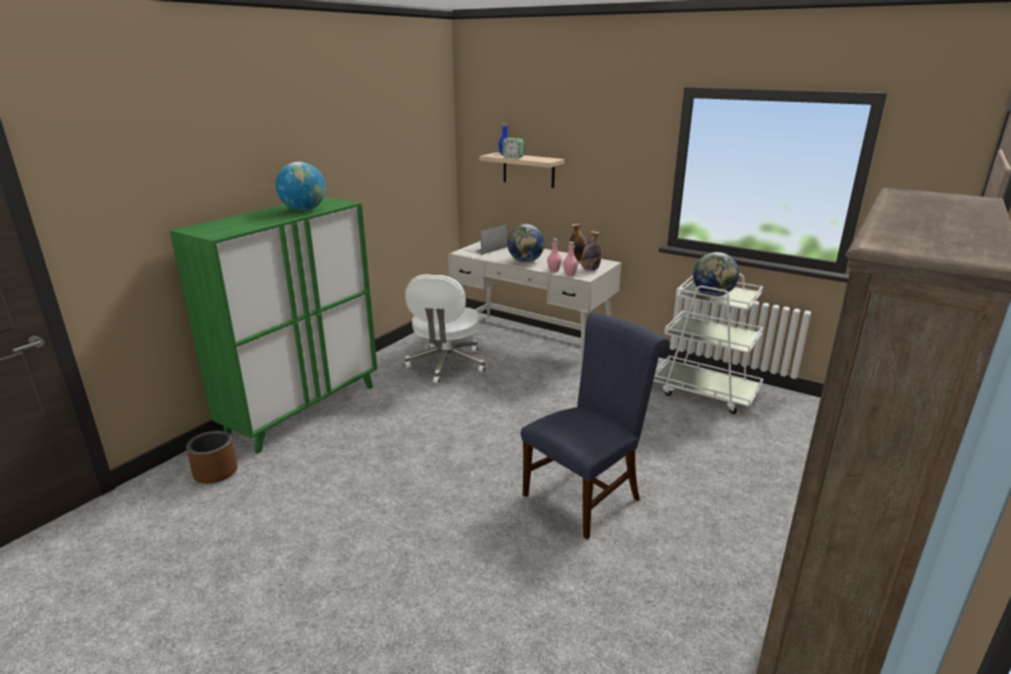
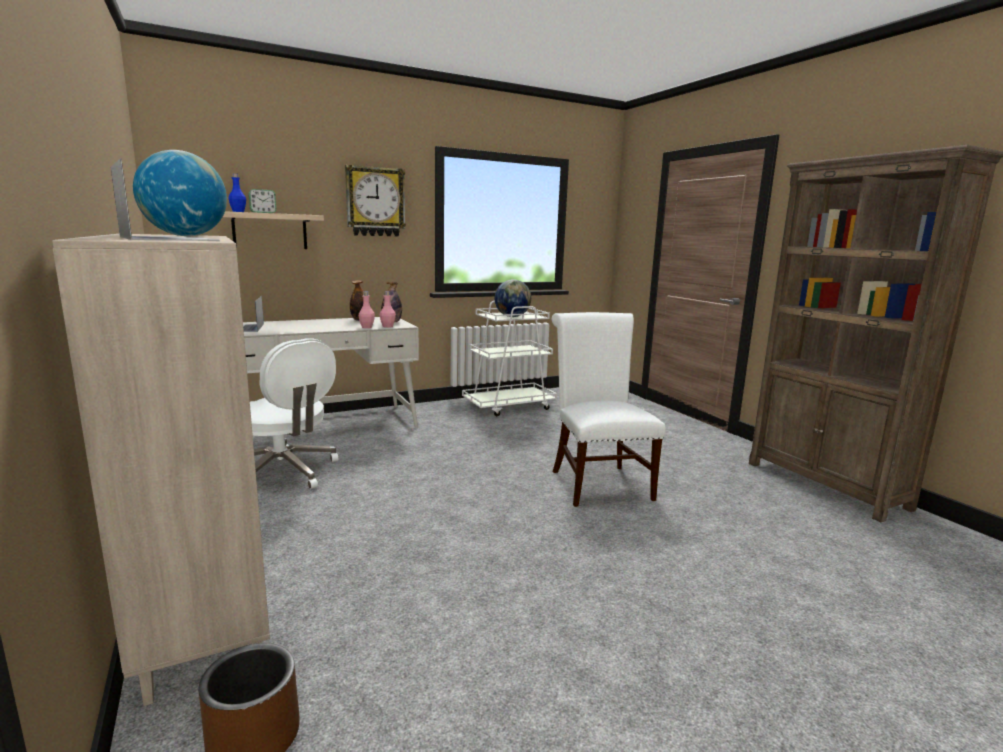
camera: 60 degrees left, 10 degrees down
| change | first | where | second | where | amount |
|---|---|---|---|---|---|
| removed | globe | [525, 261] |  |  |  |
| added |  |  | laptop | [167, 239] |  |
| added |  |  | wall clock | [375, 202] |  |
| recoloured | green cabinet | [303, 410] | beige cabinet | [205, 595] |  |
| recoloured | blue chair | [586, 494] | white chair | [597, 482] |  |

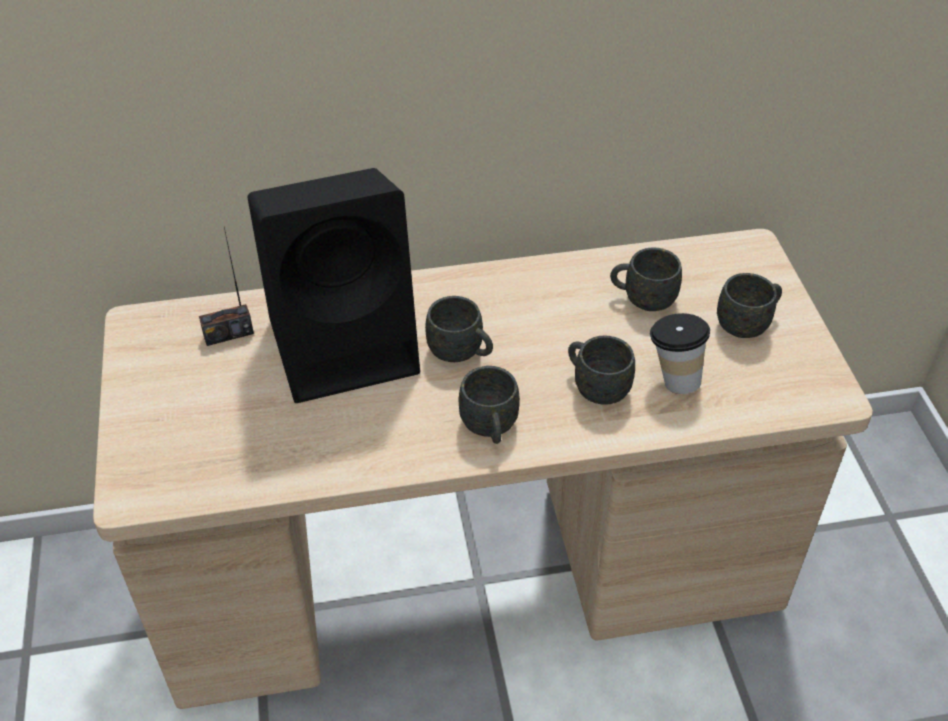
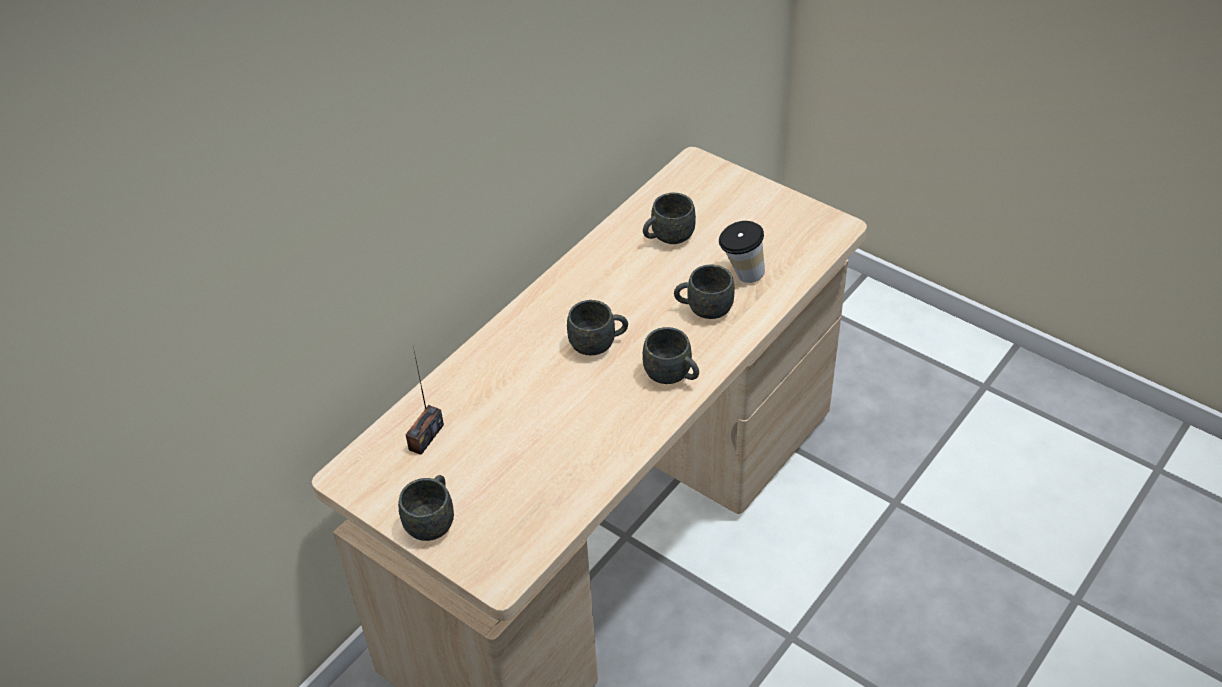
camera: 40 degrees left, 0 degrees up
| change | first | where | second | where | amount |
|---|---|---|---|---|---|
| removed | black speaker | [347, 344] |  |  |  |
| moved | grey mug | [747, 324] |  | [432, 520] |  |

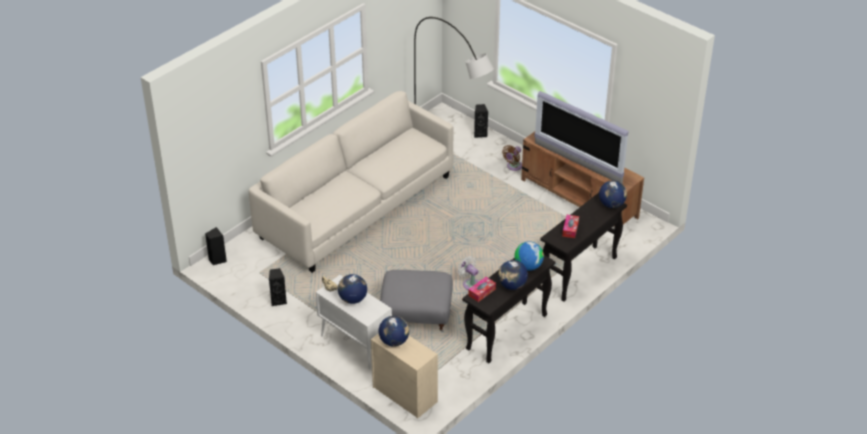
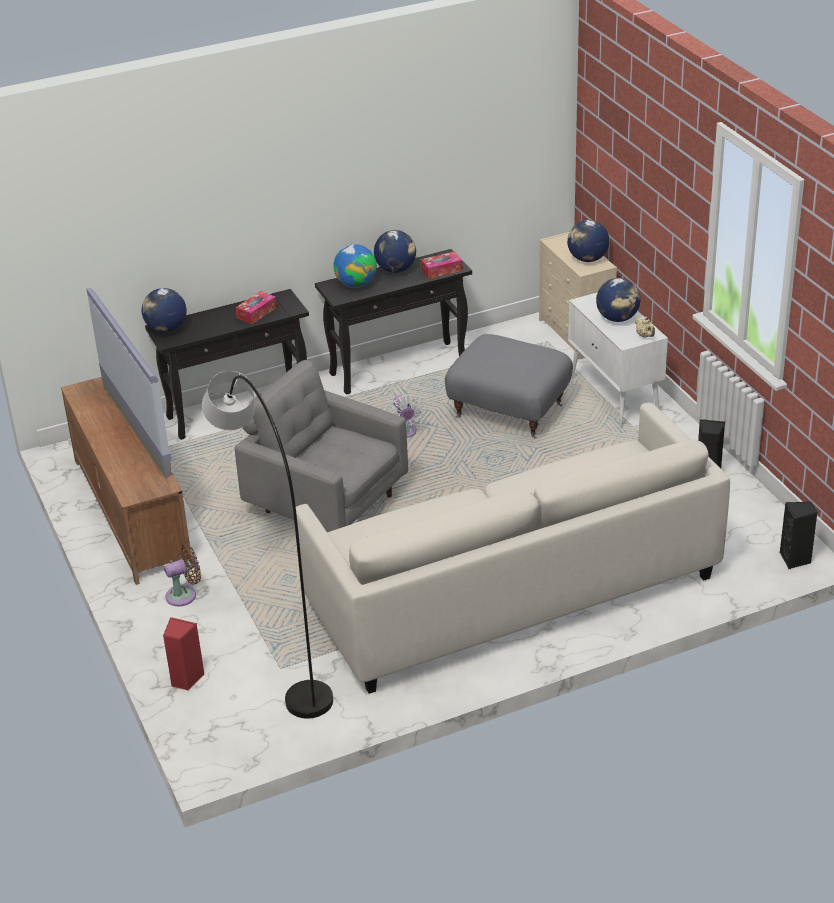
camera: 155 degrees left, 5 degrees down
| change | first | where | second | where | amount |
|---|---|---|---|---|---|
| added |  |  | grey armchair | [326, 502] |  |
| recoloured | black speaker | [480, 134] | red speaker | [185, 679] |  |

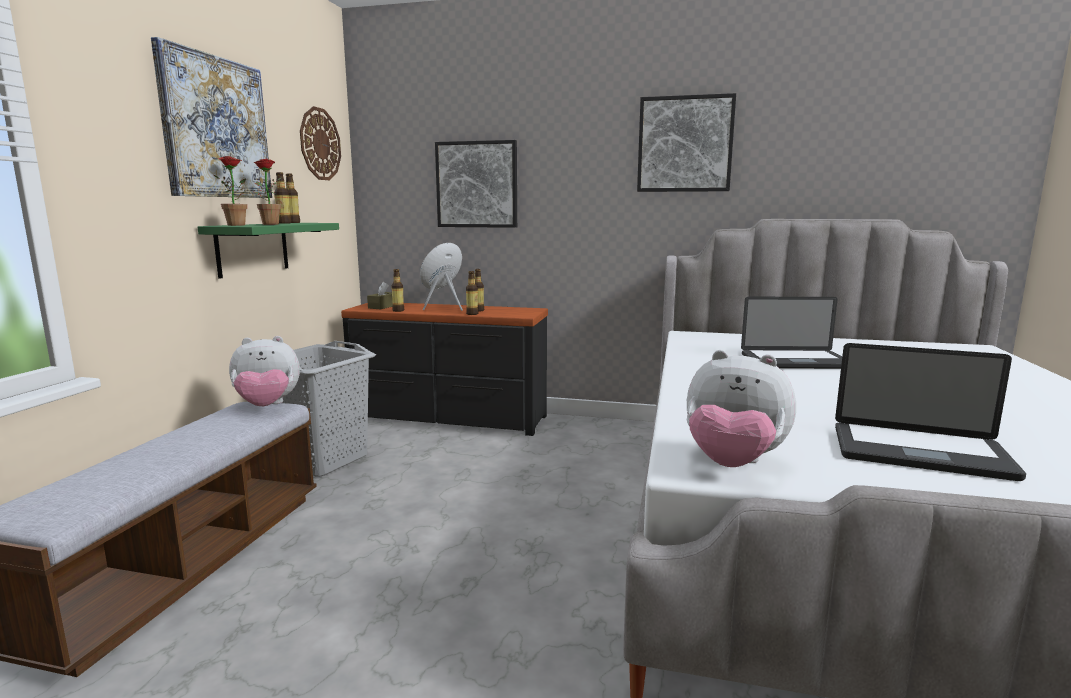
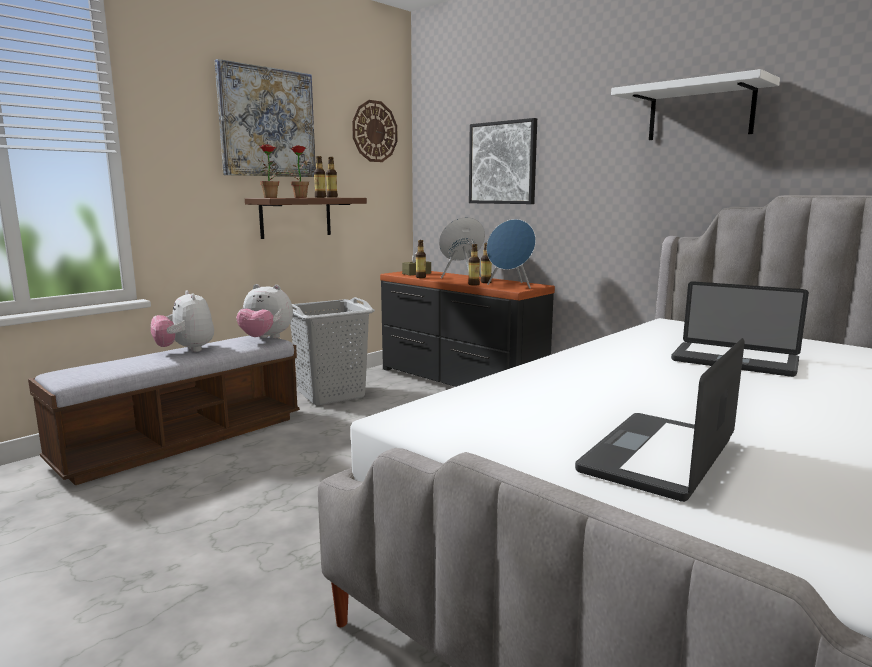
camera: 30 degrees right, 0 degrees up
| change | first | where | second | where | amount |
|---|---|---|---|---|---|
| added |  |  | blue speaker | [510, 286] |  |
| moved | plush toy | [733, 463] |  | [186, 350] |  |
| replaced | picture | [685, 144] | white shelf | [700, 112] |  |
| recoloured | green shelf | [252, 248] | brown shelf | [296, 217] |  |
| turned | laptop | [919, 453] |  | [658, 456] | 75 degrees clockwise |

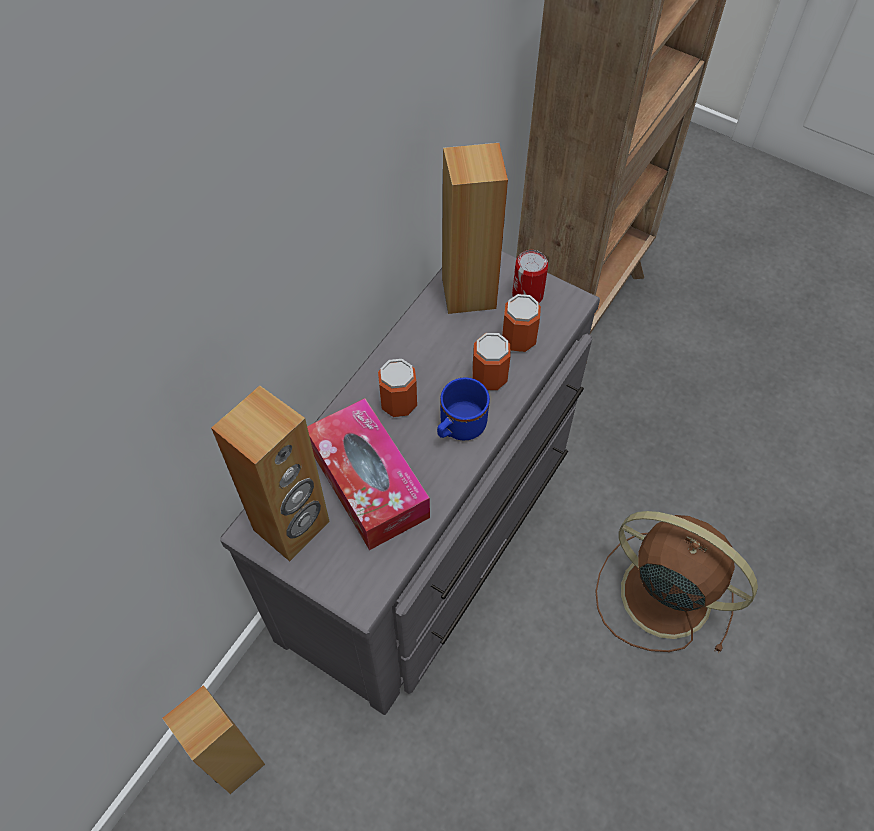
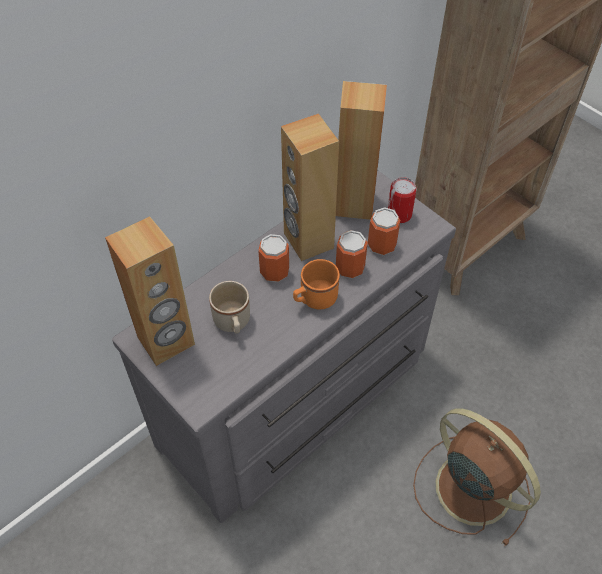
camera: 15 degrees right, 5 degrees down
| change | first | where | second | where | amount |
|---|---|---|---|---|---|
| moved | brown speaker | [233, 761] |  | [308, 241] |  |
| replaced | tissue box | [368, 482] | beige mug | [233, 323] |  |
| recoloured | blue mug | [458, 428] | orange mug | [314, 299] |  |

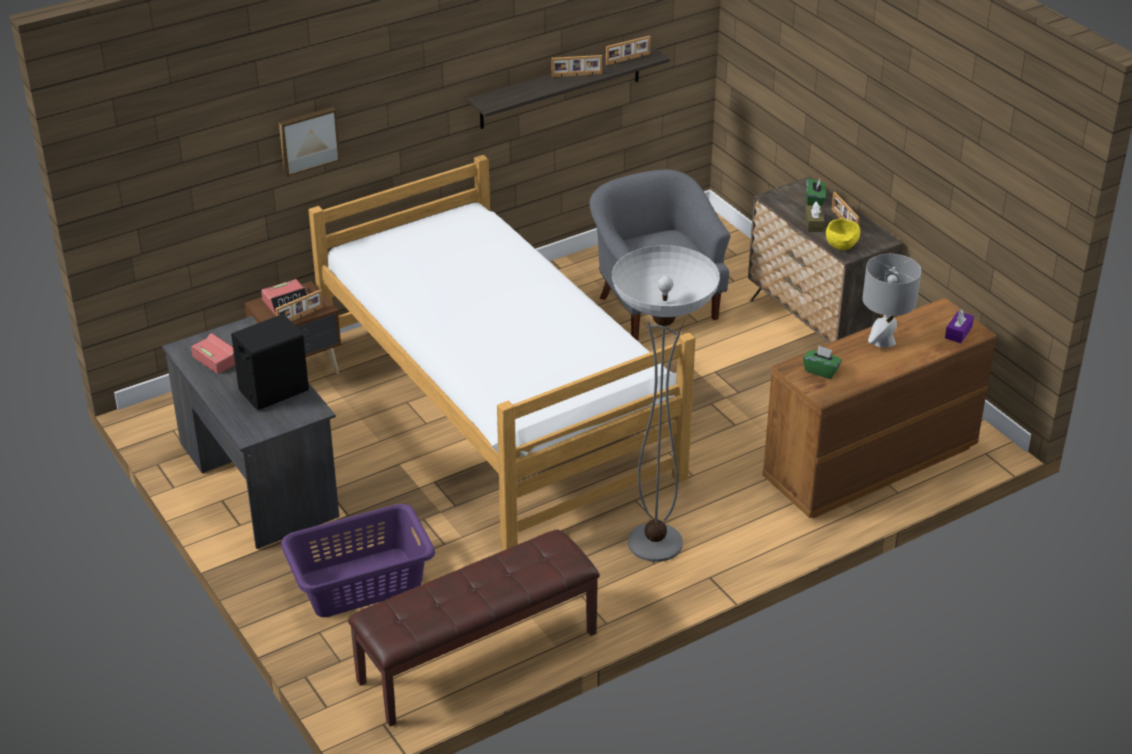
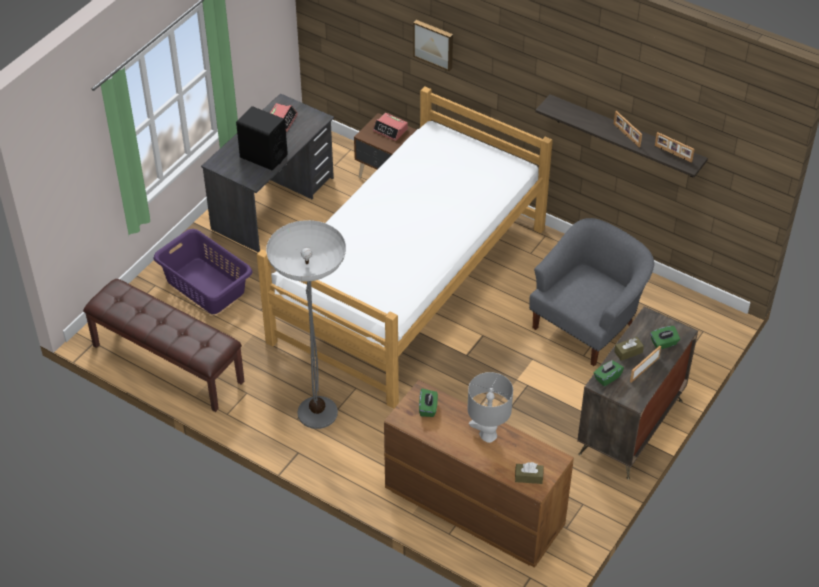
camera: 65 degrees right, 10 degrees up
| change | first | where | second | where | amount |
|---|---|---|---|---|---|
| removed | picture frame | [301, 317] |  |  |  |
| replaced | yellow bowl | [842, 247] | green tissue box | [607, 377] |  |
| recoloured | purple tissue box | [958, 332] | brown tissue box | [528, 477] |  |

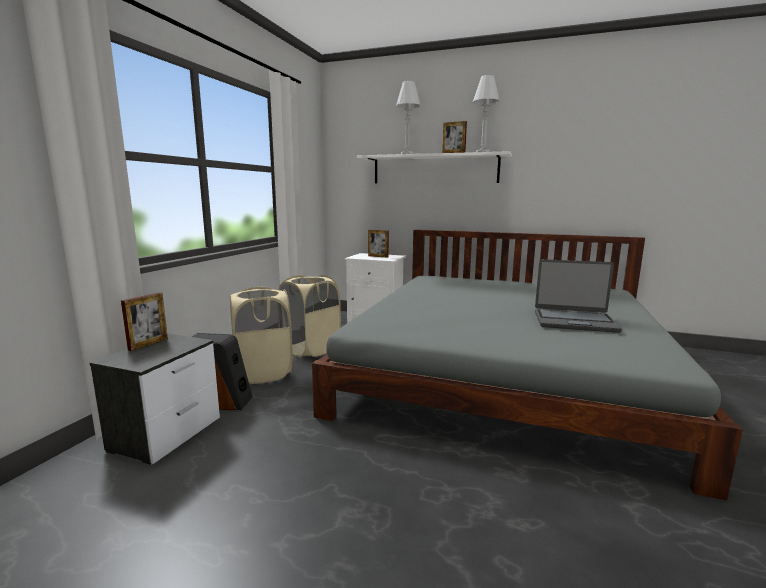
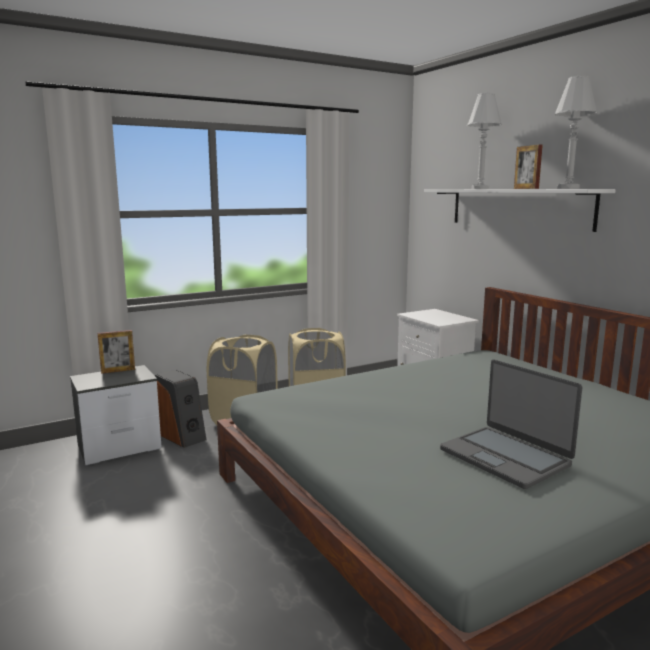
camera: 40 degrees right, 0 degrees up
| change | first | where | second | where | amount |
|---|---|---|---|---|---|
| removed | picture frame | [378, 256] |  |  |  |

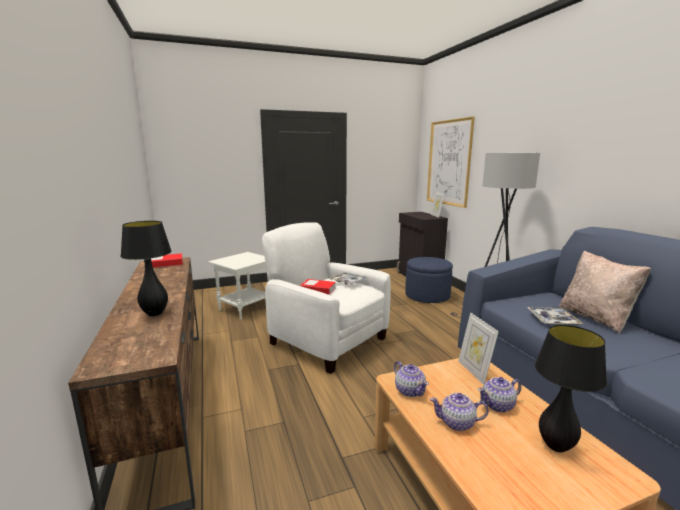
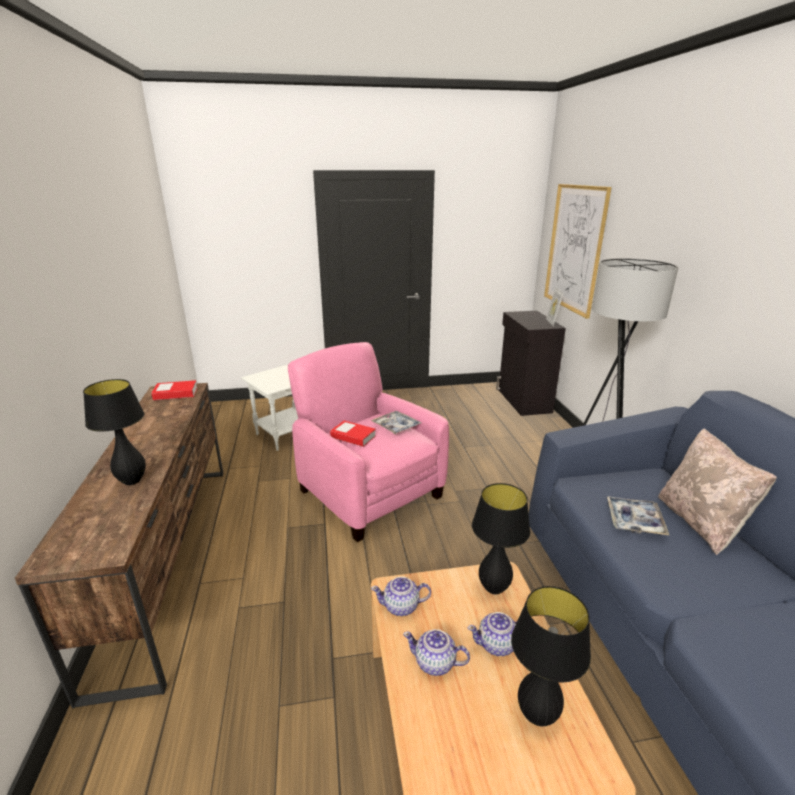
camera: 10 degrees right, 10 degrees up
| change | first | where | second | where | amount |
|---|---|---|---|---|---|
| removed | blue ottoman | [427, 296] |  |  |  |
| replaced | picture frame | [474, 371] | black table lamp | [494, 588] |  |
| recoloured | white armchair | [327, 340] | pink armchair | [369, 492] |  |
| turned | teapot | [409, 390] |  | [401, 606] | 105 degrees clockwise |

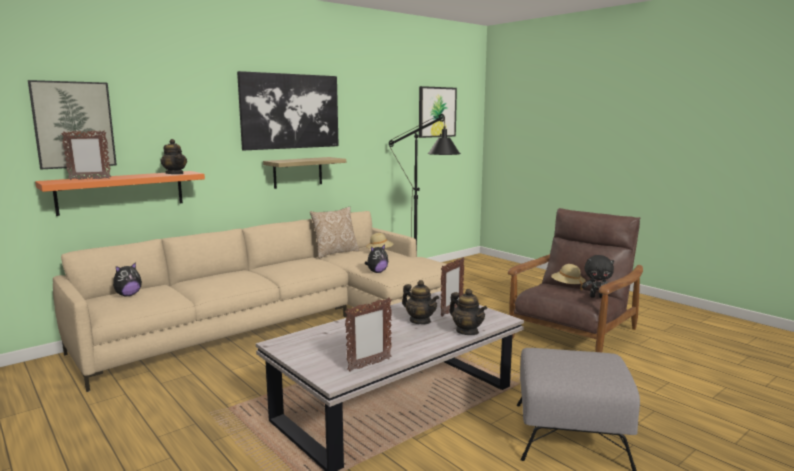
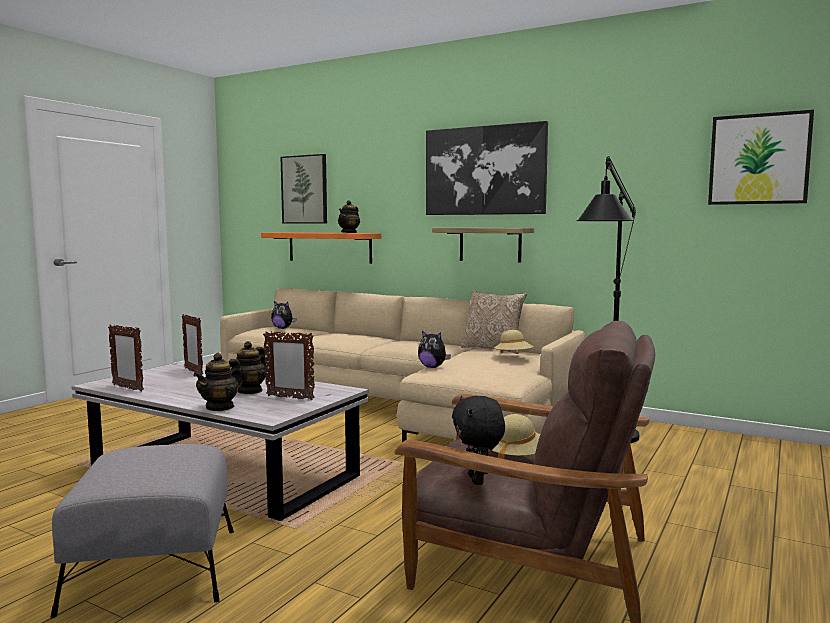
camera: 70 degrees right, 5 degrees down
| change | first | where | second | where | amount |
|---|---|---|---|---|---|
| moved | picture frame | [89, 179] |  | [193, 372] |  |

